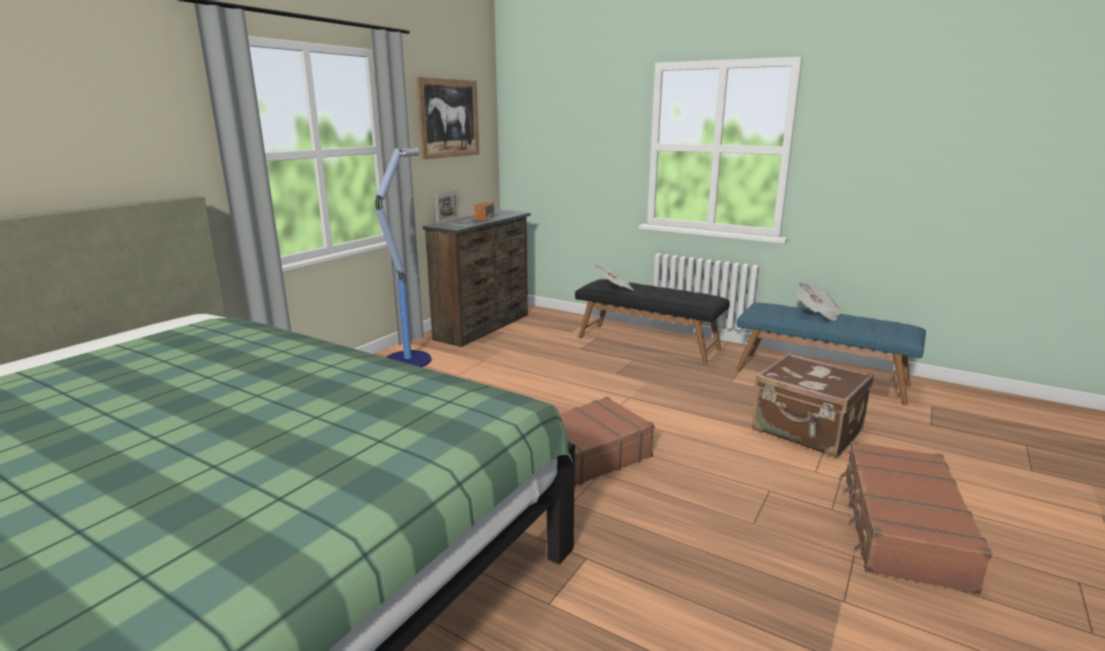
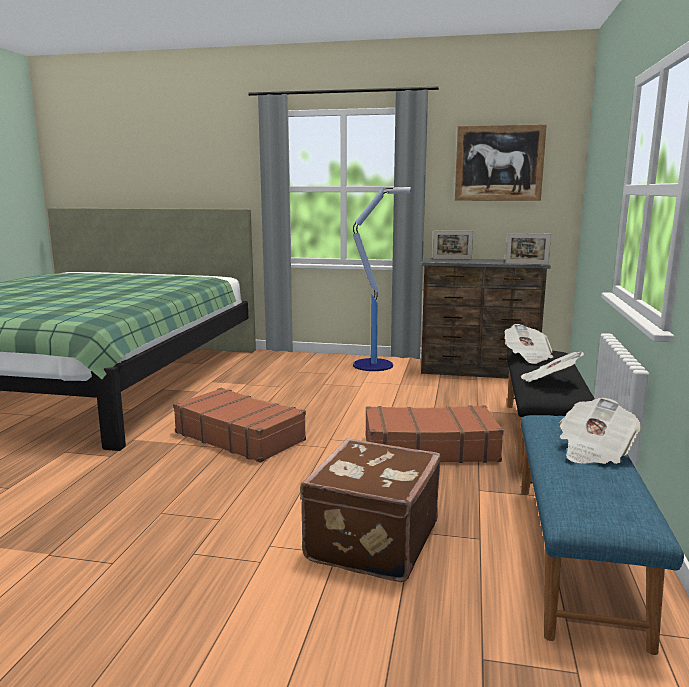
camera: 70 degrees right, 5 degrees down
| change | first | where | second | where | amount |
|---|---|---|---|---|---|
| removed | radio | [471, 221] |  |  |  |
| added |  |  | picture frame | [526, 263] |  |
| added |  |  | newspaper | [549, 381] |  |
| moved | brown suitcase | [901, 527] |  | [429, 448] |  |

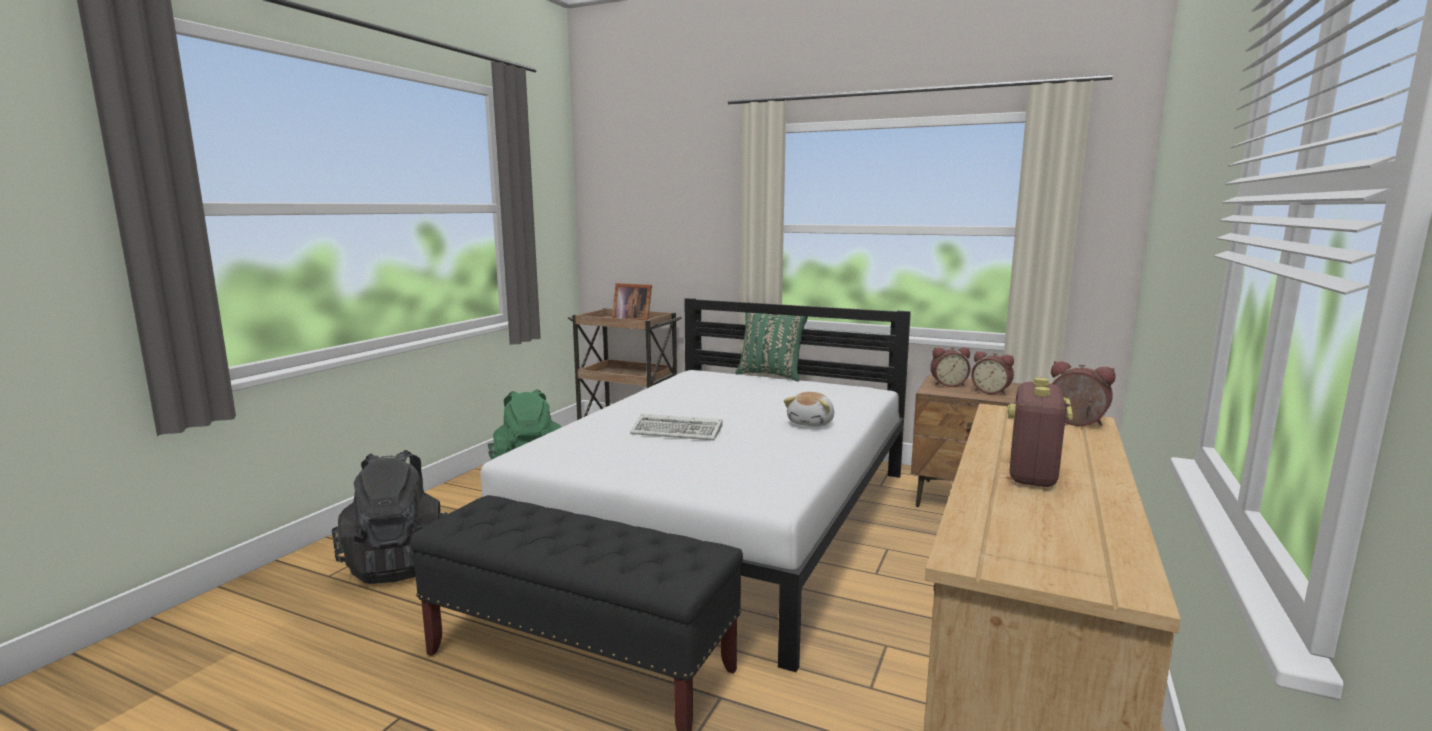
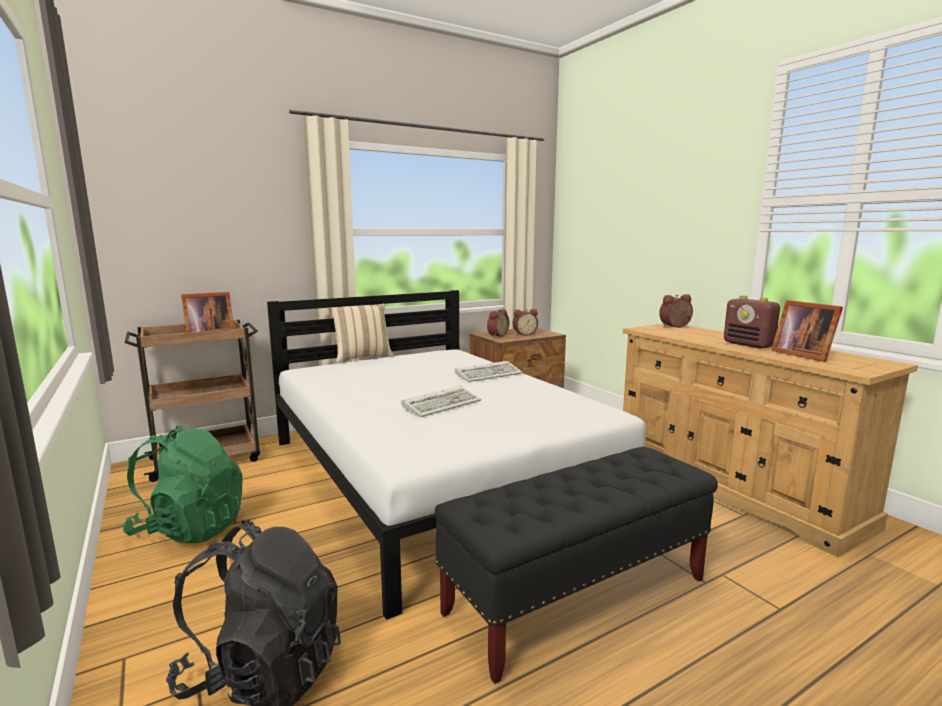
camera: 55 degrees left, 0 degrees up
| change | first | where | second | where | amount |
|---|---|---|---|---|---|
| added |  |  | picture frame | [802, 355] |  |
| replaced | plush toy | [812, 423] | keyboard | [489, 374] |  |
| recoloured | green pillow | [771, 375] | beige pillow | [362, 358] |  |

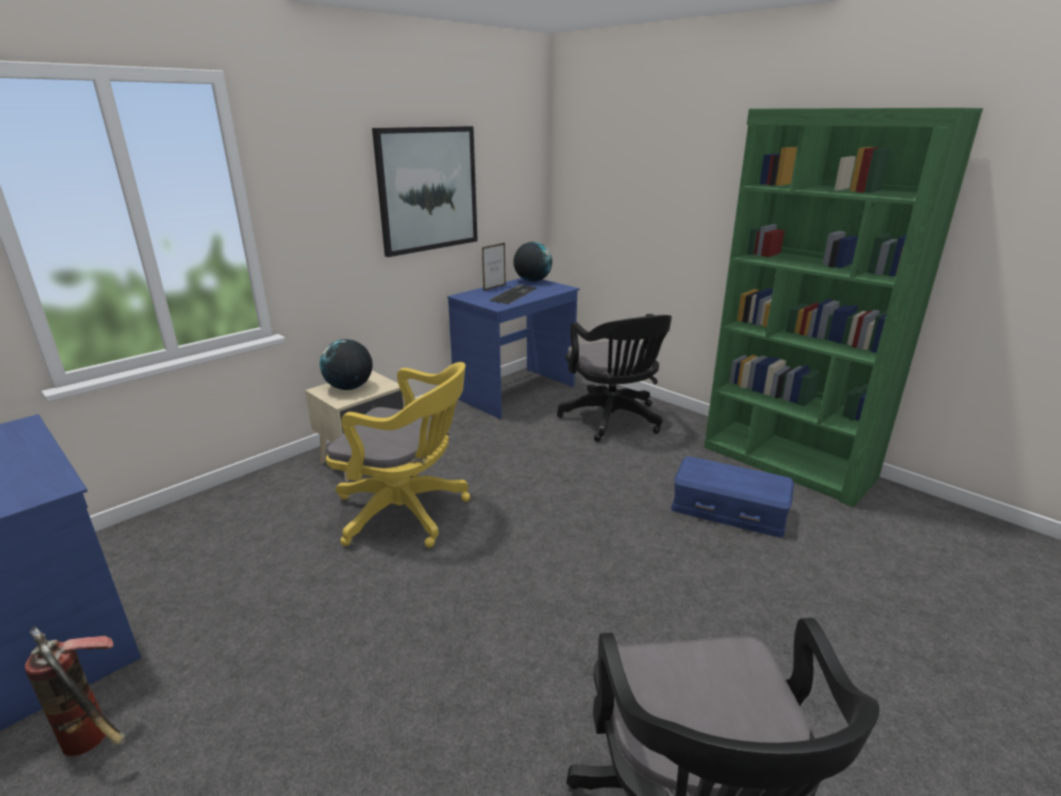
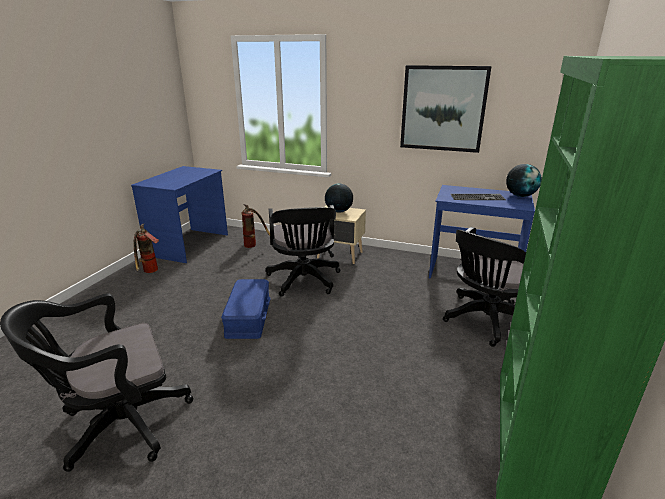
camera: 65 degrees right, 0 degrees up
| change | first | where | second | where | amount |
|---|---|---|---|---|---|
| removed | picture frame | [494, 288] |  |  |  |
| added |  |  | fire extinguisher | [255, 245] |  |
| moved | blue storage box | [729, 509] |  | [249, 317] |  |
| recoloured | yellow office chair | [408, 513] | black office chair | [304, 281] |  |

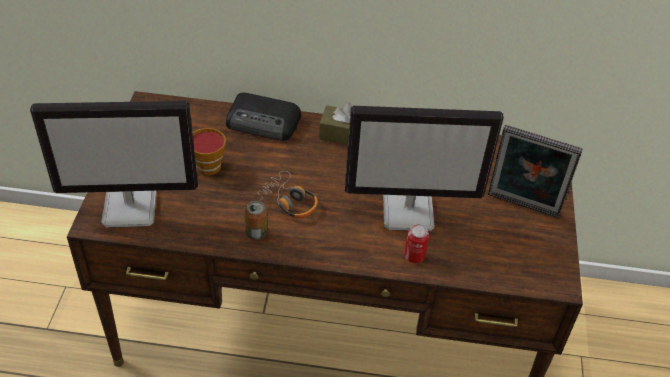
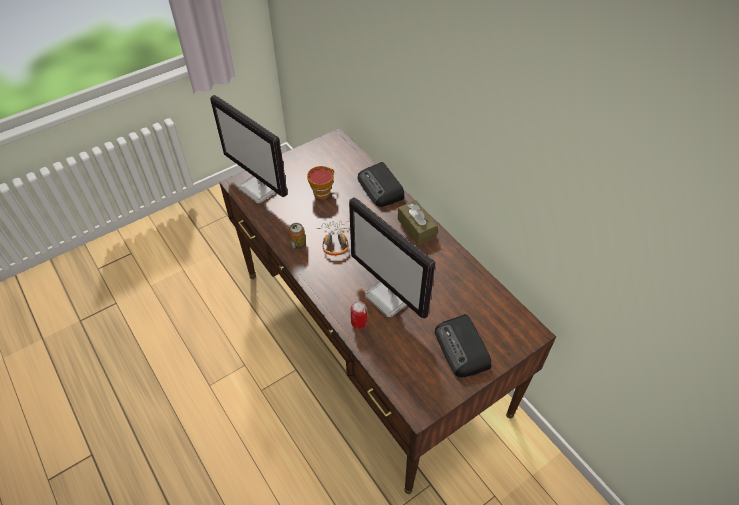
camera: 50 degrees right, 5 degrees up
| change | first | where | second | where | amount |
|---|---|---|---|---|---|
| replaced | picture frame | [522, 207] | radio | [462, 349] |  |

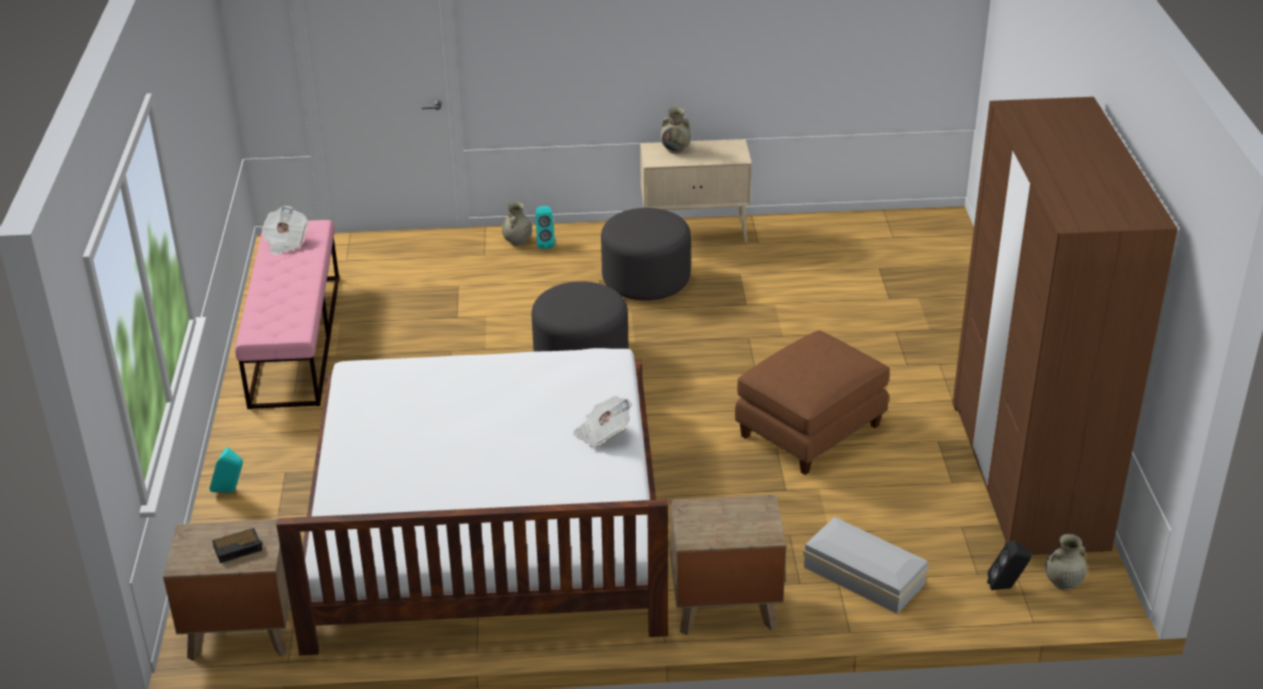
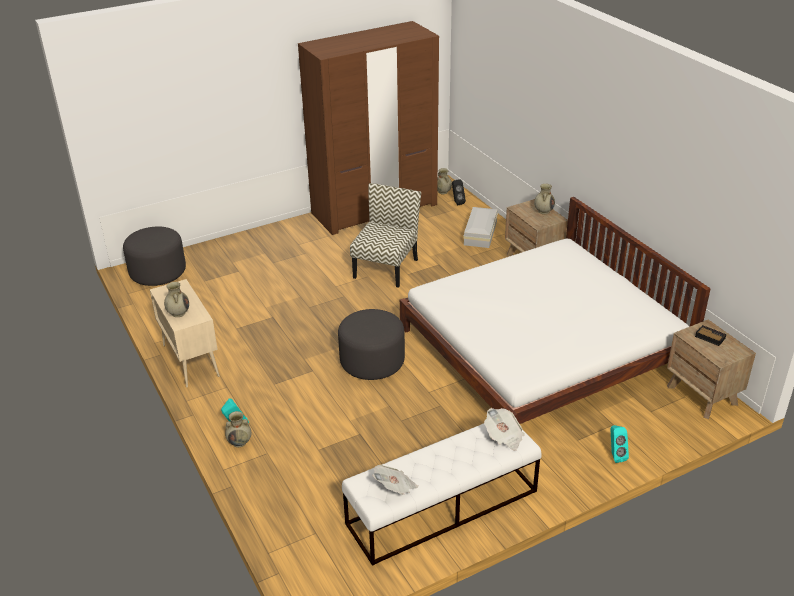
camera: 115 degrees left, 0 degrees up
| change | first | where | second | where | amount |
|---|---|---|---|---|---|
| added |  |  | beige vase | [543, 211] |  |
| moved | newspaper | [602, 433] |  | [504, 437] |  |
| moved | grey ottoman | [646, 280] |  | [158, 272] |  |
| replaced | brown ottoman | [811, 432] | chair | [386, 268] |  |
| recoloured | pink bench | [295, 340] | white bench | [442, 508] |  |

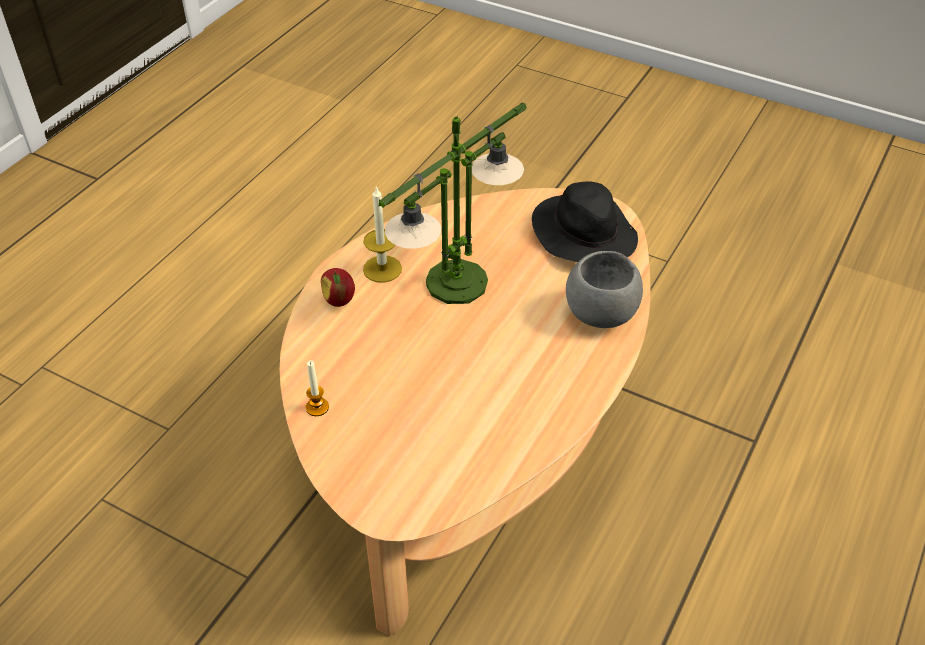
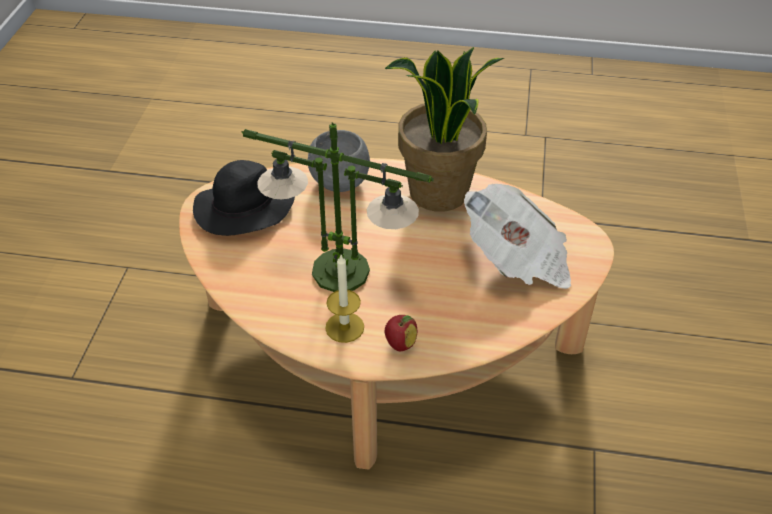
camera: 110 degrees left, 0 degrees up
| change | first | where | second | where | amount |
|---|---|---|---|---|---|
| removed | candle | [317, 407] |  |  |  |
| added |  |  | potted plant | [438, 193] |  |
| added |  |  | newspaper | [518, 260] |  |

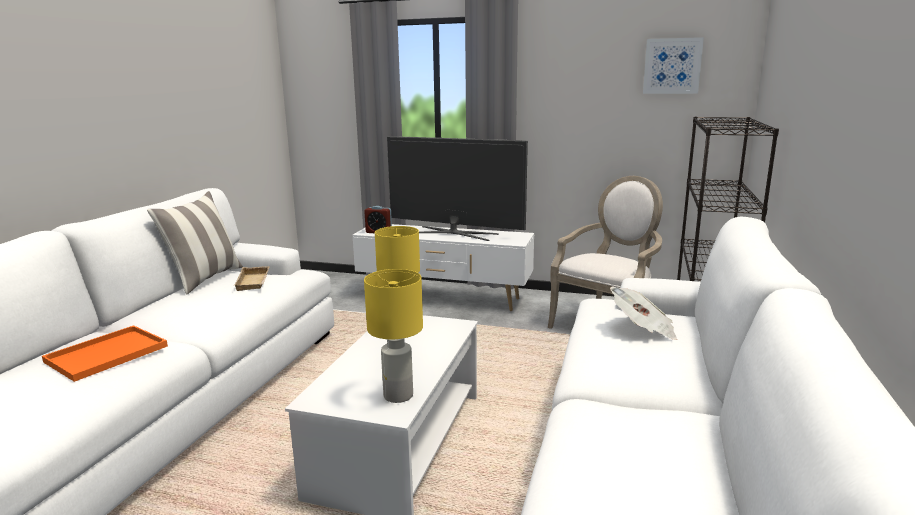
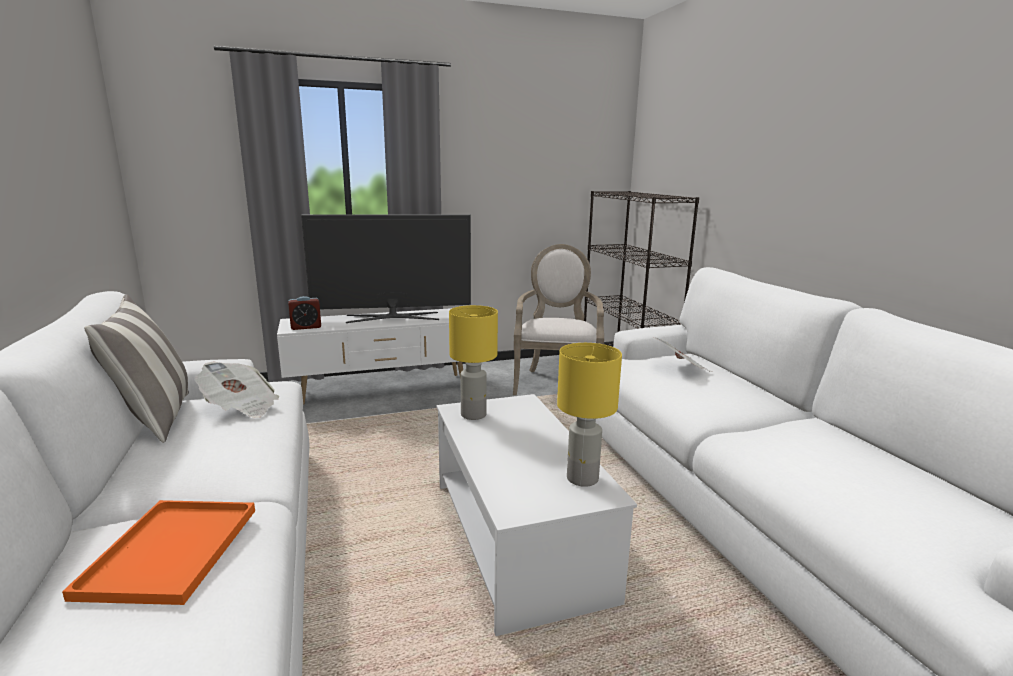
camera: 35 degrees left, 0 degrees up
| change | first | where | second | where | amount |
|---|---|---|---|---|---|
| removed | picture | [672, 66] |  |  |  |
| replaced | beige tray | [254, 282] | newspaper | [241, 407] |  |

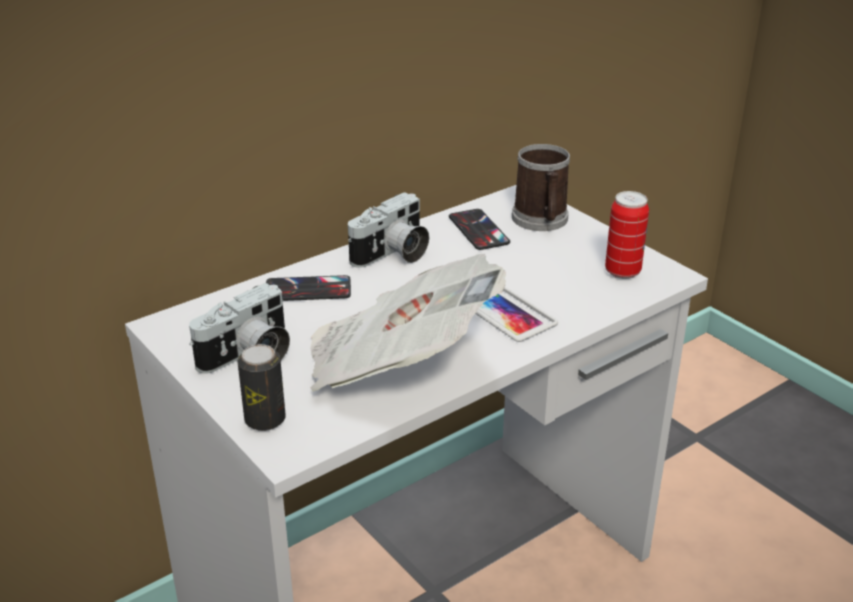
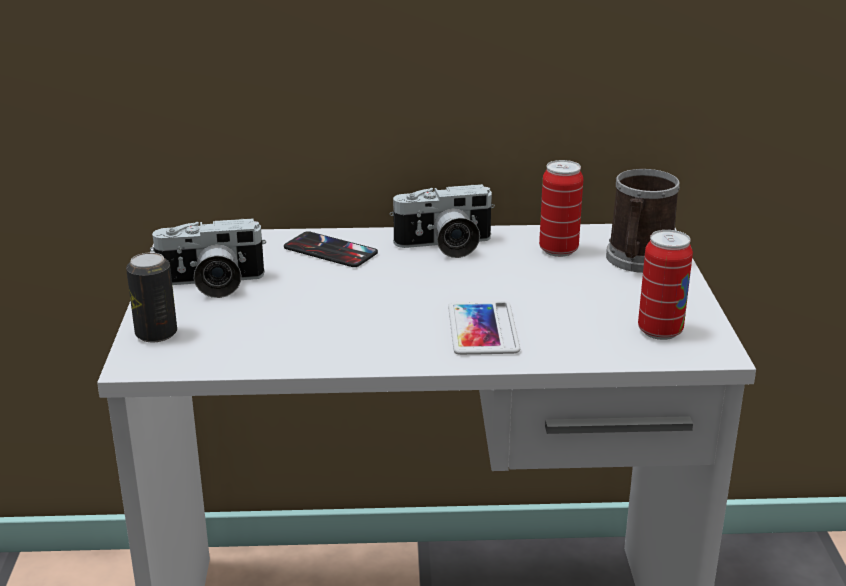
camera: 35 degrees right, 5 degrees down
| change | first | where | second | where | amount |
|---|---|---|---|---|---|
| removed | newspaper | [397, 365] |  |  |  |
| replaced | phone | [478, 230] | can | [558, 250] |  |

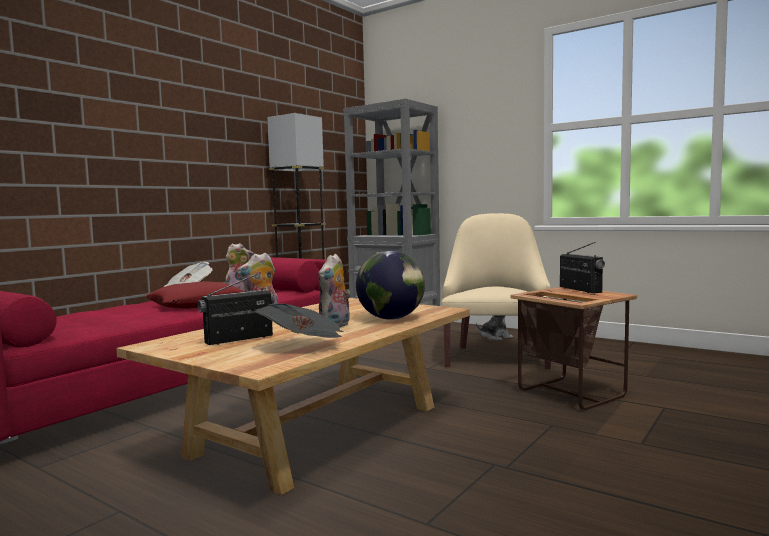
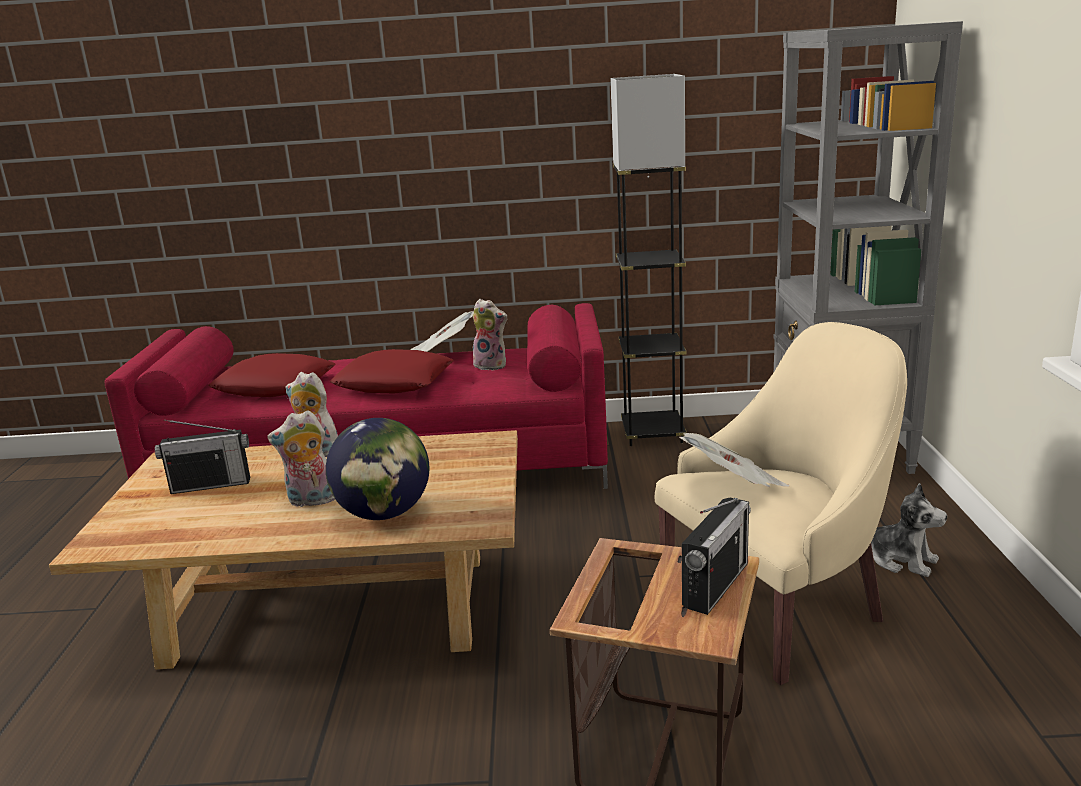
camera: 55 degrees right, 15 degrees up
| change | first | where | second | where | amount |
|---|---|---|---|---|---|
| added |  |  | red pillow | [275, 386] |  |
| moved | newspaper | [305, 346] |  | [733, 486] |  |
| turned | radio | [239, 339] |  | [211, 485] | 150 degrees clockwise |

